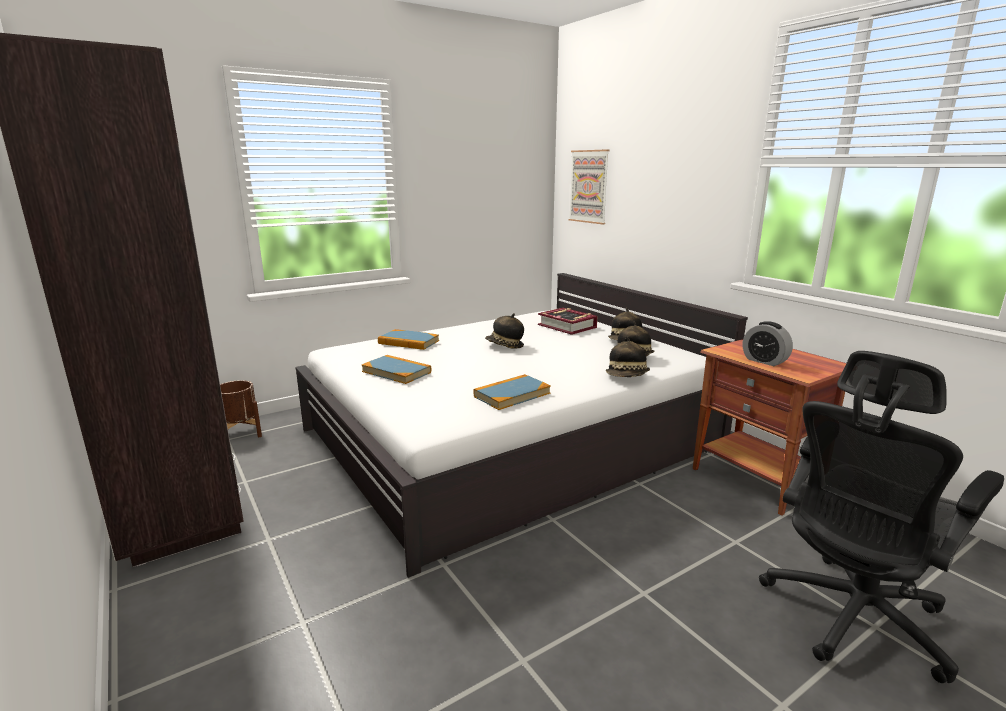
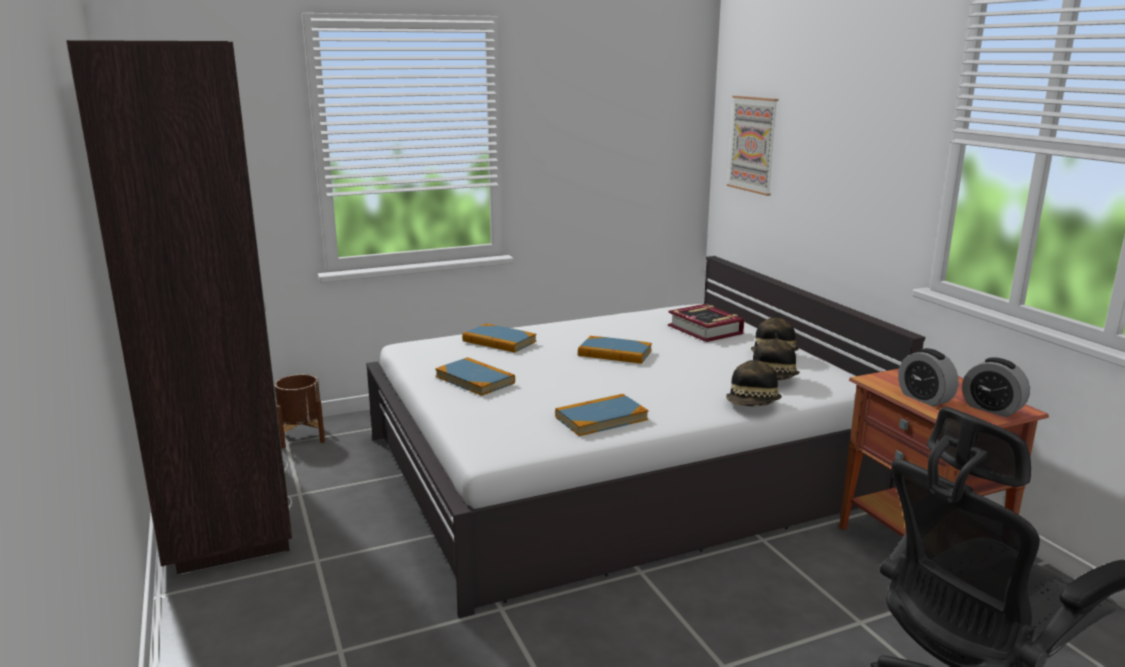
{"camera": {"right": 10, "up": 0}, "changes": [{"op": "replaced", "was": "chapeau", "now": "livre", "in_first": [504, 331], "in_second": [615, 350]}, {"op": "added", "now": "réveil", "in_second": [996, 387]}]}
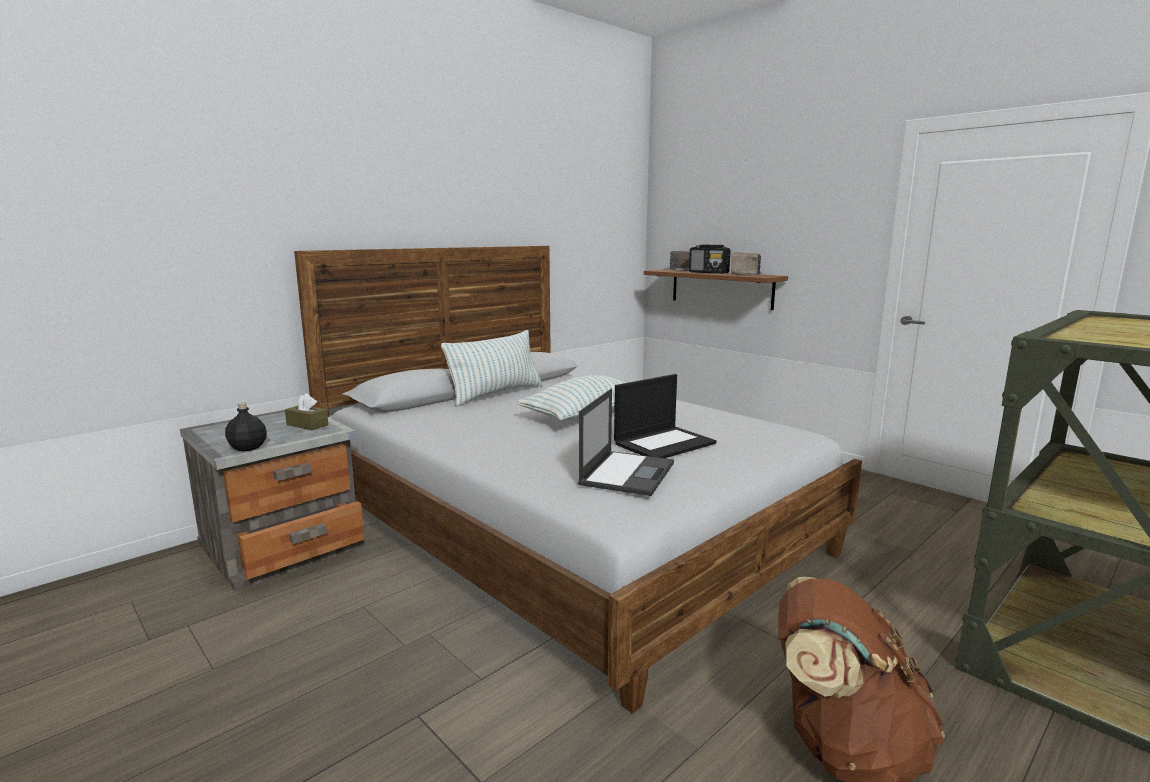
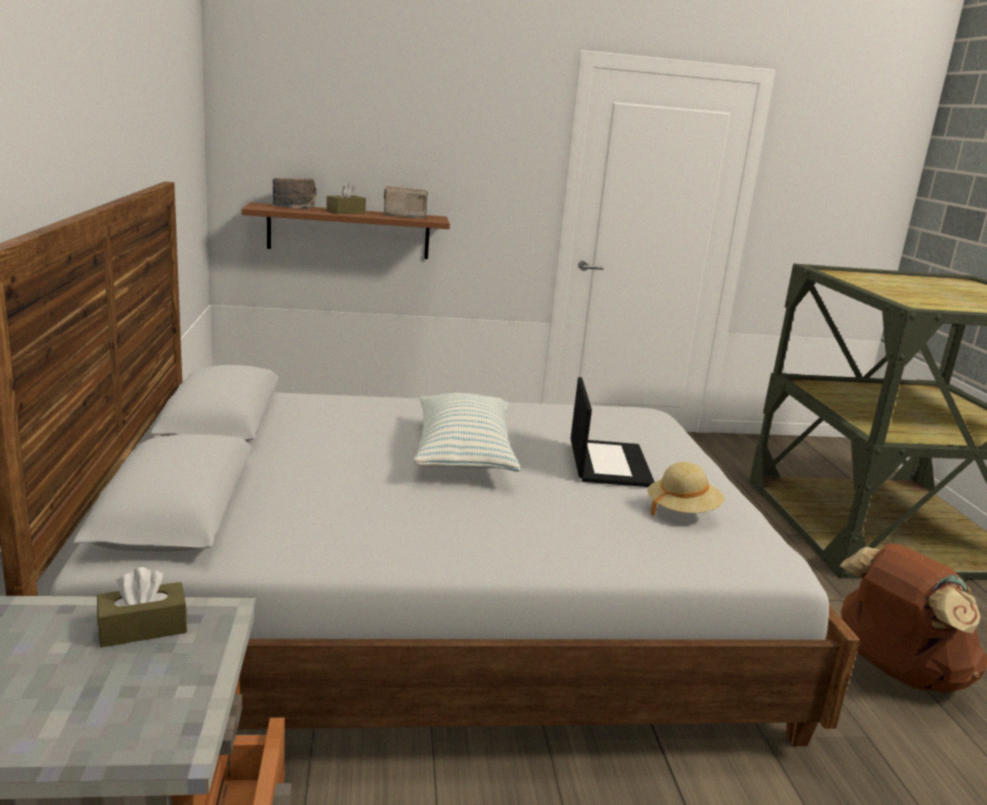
{"camera": {"right": -55, "up": 5}, "changes": [{"op": "replaced", "was": "radio", "now": "boîte à mouchoirs/marron", "in_first": [710, 259], "in_second": [346, 198]}, {"op": "replaced", "was": "ordinateur portable", "now": "chapeau/beige", "in_first": [626, 442], "in_second": [685, 489]}, {"op": "removed", "was": "bouteille/noir", "in_first": [246, 427]}, {"op": "removed", "was": "coussin", "in_first": [492, 368]}]}
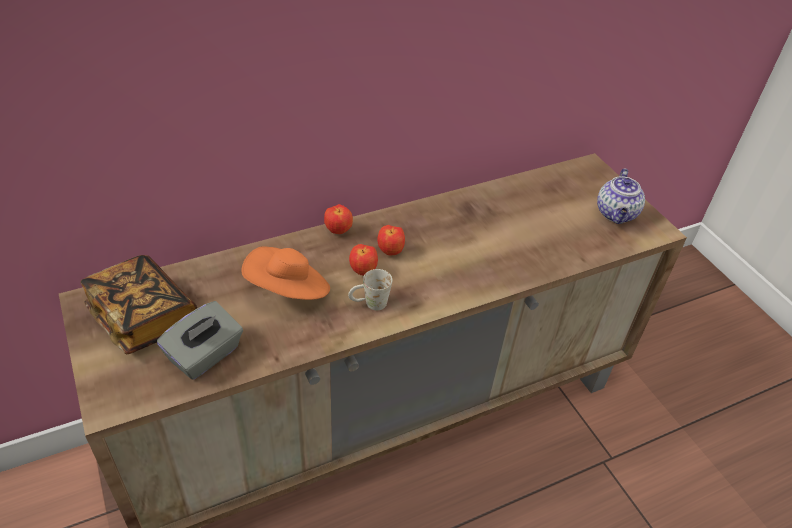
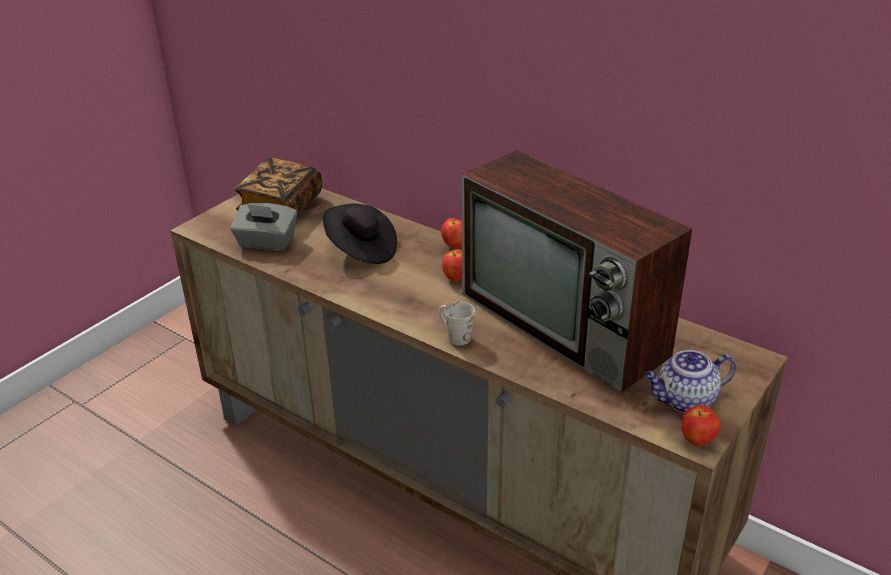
{"camera": {"right": 65, "up": -10}, "changes": [{"op": "recoloured", "was": "chapeau/orange", "now": "chapeau/noir", "in_first": [285, 273], "in_second": [360, 234]}, {"op": "moved", "was": "mug/blanc", "in_first": [370, 289], "in_second": [457, 323]}, {"op": "added", "now": "téléviseur", "in_second": [577, 271]}, {"op": "moved", "was": "pomme", "in_first": [363, 260], "in_second": [701, 426]}]}
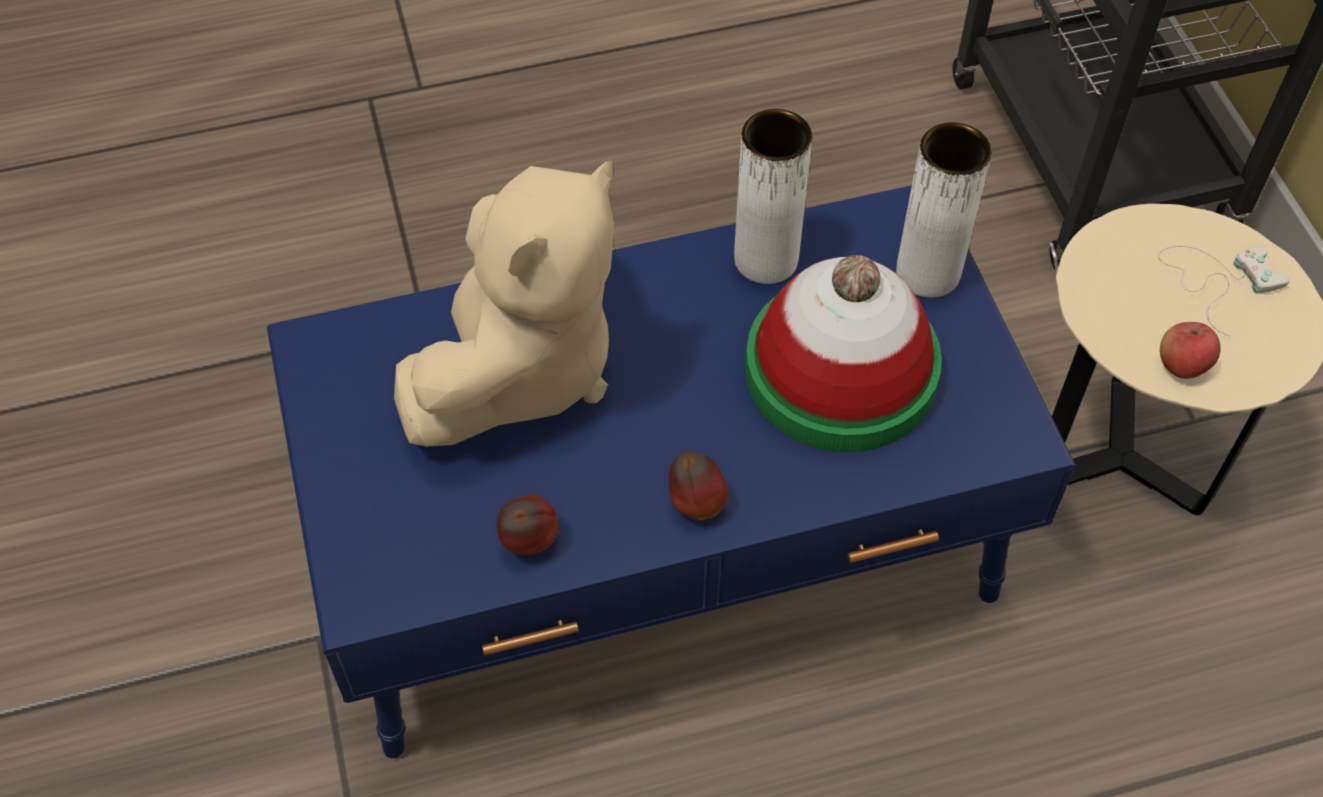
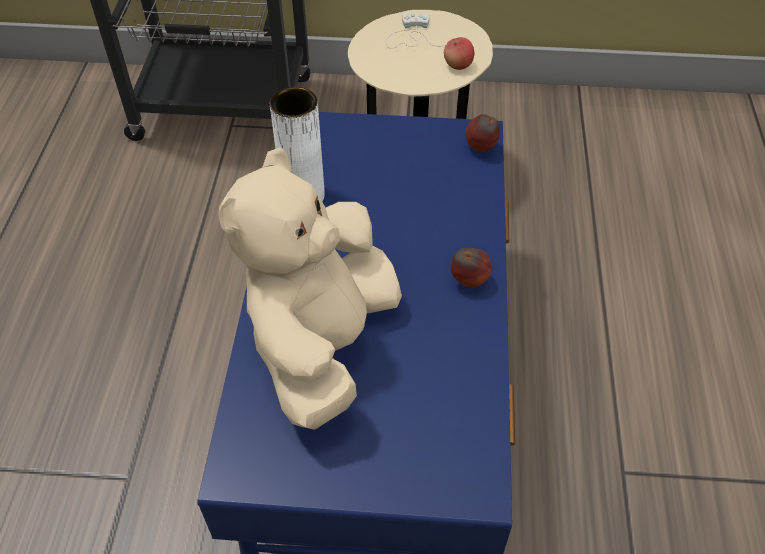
{"camera": {"right": -70, "up": -5}, "changes": [{"op": "turned", "was": "peluche/beige", "in_first": [504, 303], "in_second": [310, 288], "clockwise": -120}, {"op": "moved", "was": "pomme", "in_first": [528, 524], "in_second": [482, 132]}, {"op": "removed", "was": "chapeau", "in_first": [843, 354]}, {"op": "removed", "was": "vase/blanc", "in_first": [944, 210]}]}
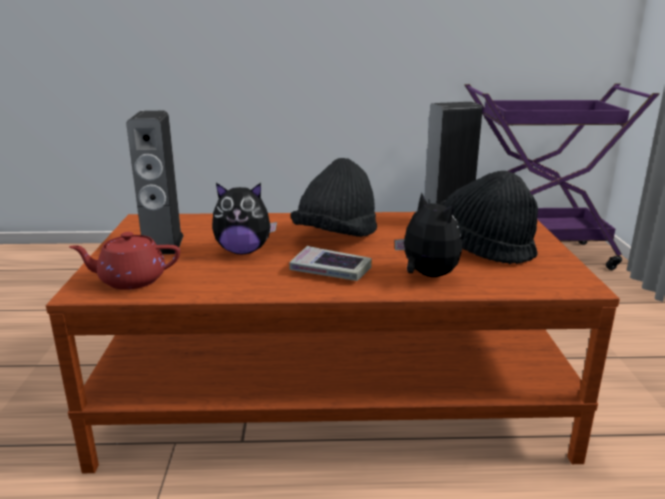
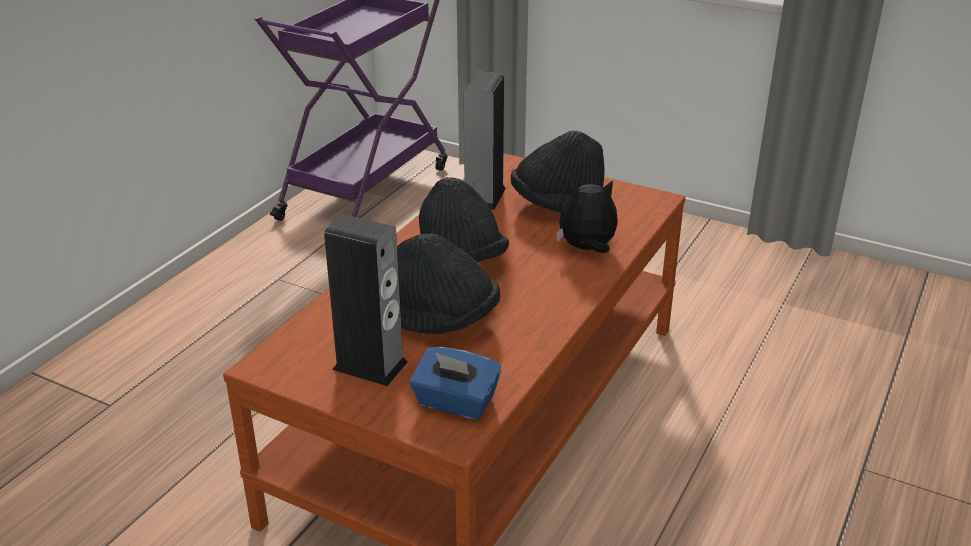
{"camera": {"right": -60, "up": 10}, "changes": [{"op": "replaced", "was": "peluche", "now": "chapeau/noir", "in_first": [244, 218], "in_second": [448, 284]}, {"op": "replaced", "was": "théière/rouge", "now": "boîte à mouchoirs/bleu", "in_first": [124, 261], "in_second": [455, 383]}, {"op": "removed", "was": "livre", "in_first": [330, 263]}]}
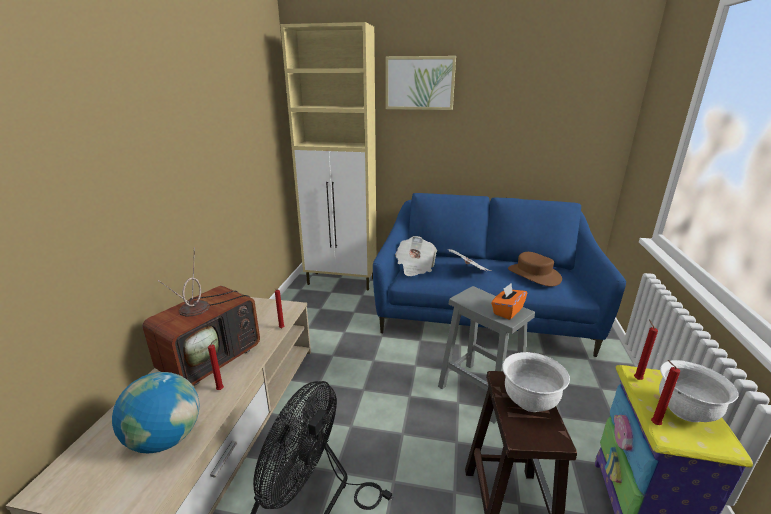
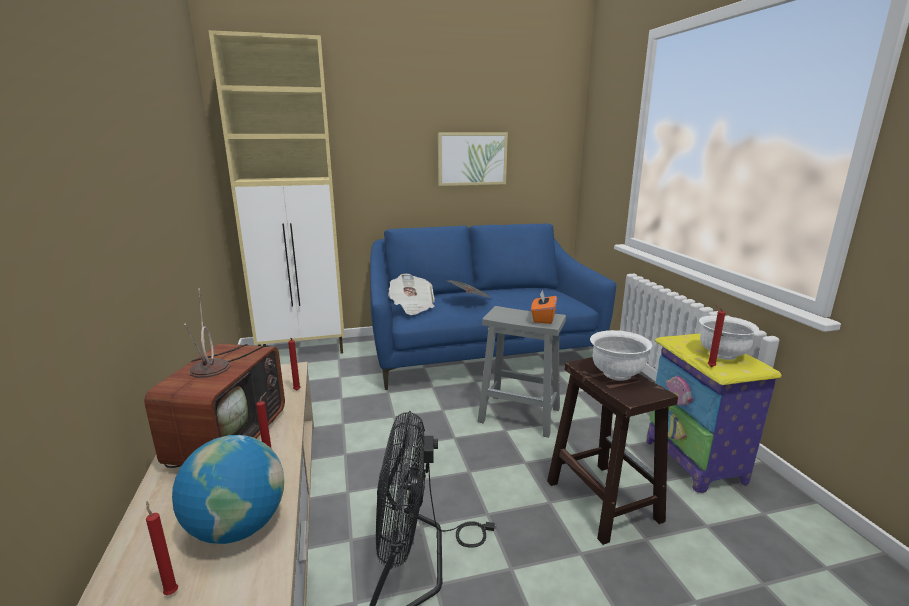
{"camera": {"right": -25, "up": -5}, "changes": [{"op": "moved", "was": "bougie/rouge", "in_first": [646, 349], "in_second": [162, 548]}, {"op": "moved", "was": "tableau", "in_first": [420, 83], "in_second": [473, 159]}, {"op": "removed", "was": "chapeau/marron", "in_first": [535, 269]}]}
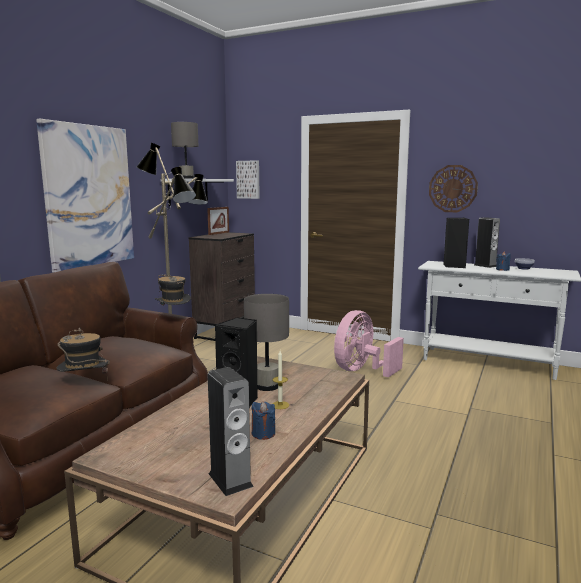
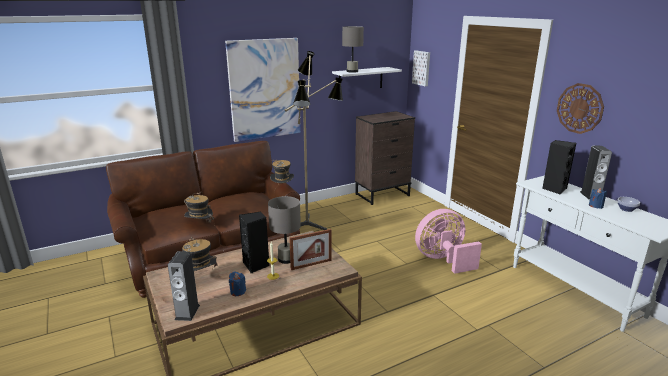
{"camera": {"right": 35, "up": 10}, "changes": [{"op": "added", "now": "chapeau", "in_second": [200, 254]}, {"op": "moved", "was": "cadre photo", "in_first": [218, 221], "in_second": [310, 249]}]}
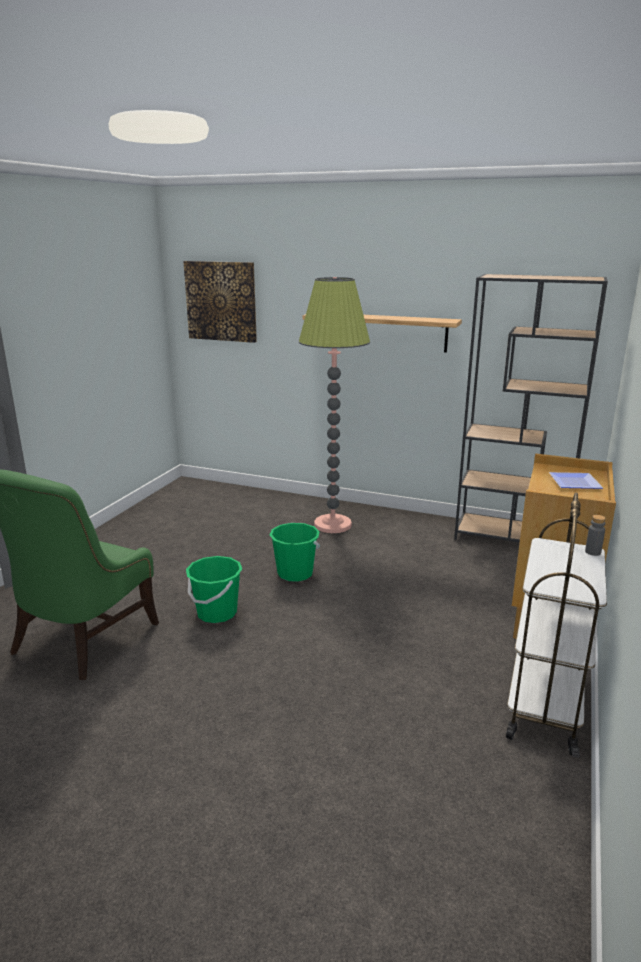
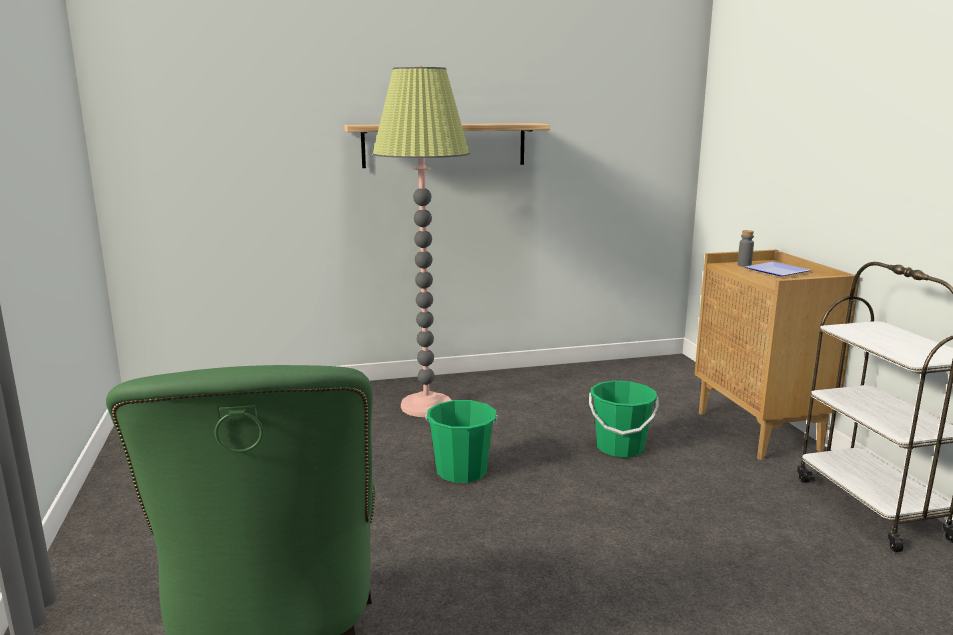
{"camera": {"right": -35, "up": -5}, "changes": [{"op": "moved", "was": "seau/vert", "in_first": [214, 589], "in_second": [623, 419]}, {"op": "moved", "was": "bouteille/gris", "in_first": [595, 535], "in_second": [745, 248]}, {"op": "removed", "was": "tableau", "in_first": [220, 302]}, {"op": "removed", "was": "bibliothèque", "in_first": [531, 408]}]}
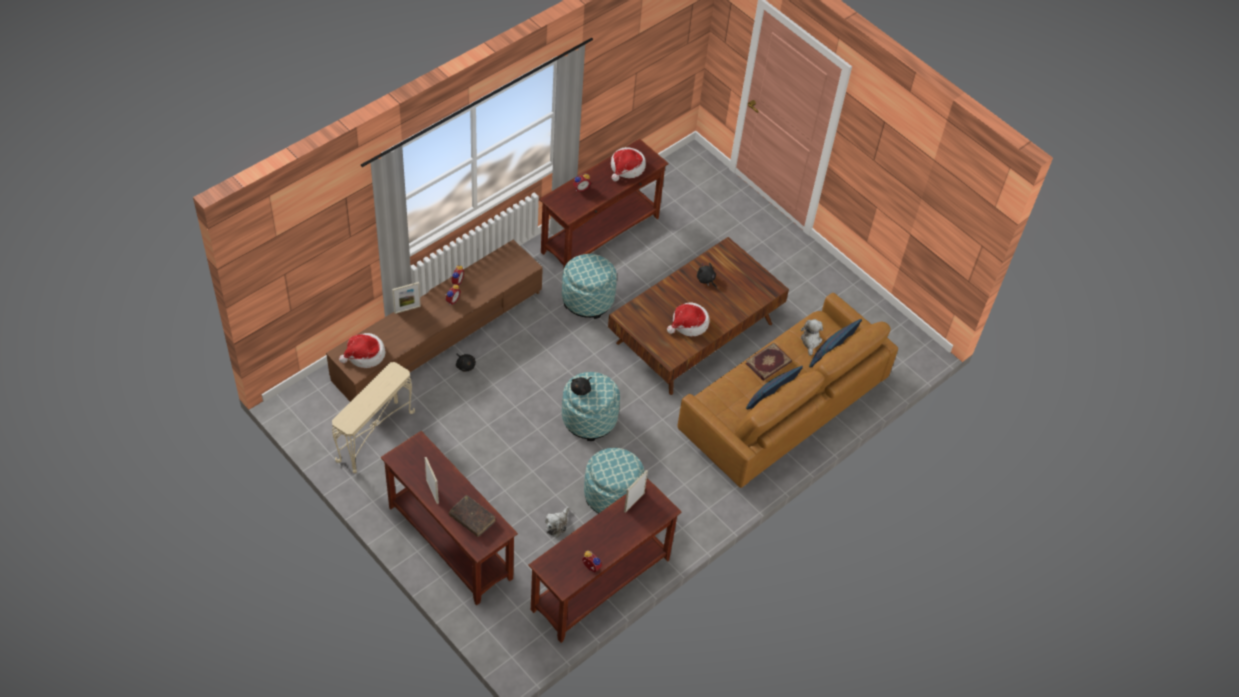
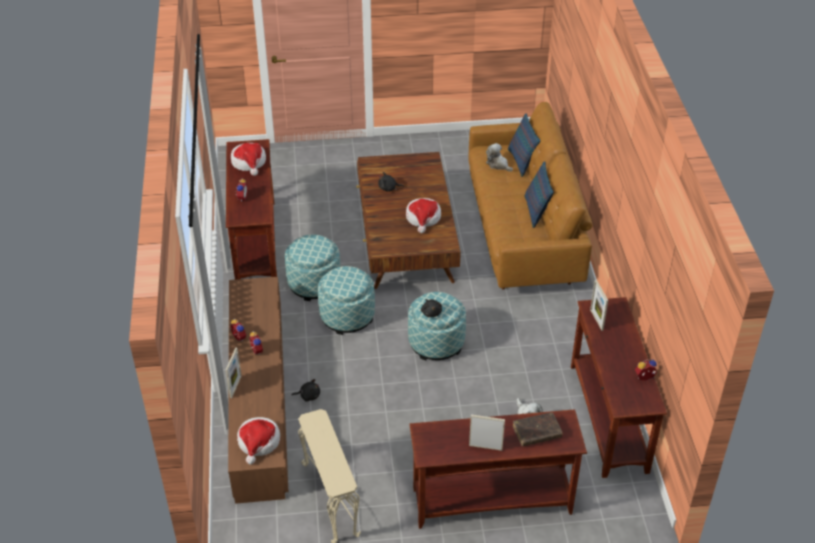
{"camera": {"right": -50, "up": -10}, "changes": [{"op": "moved", "was": "pouf", "in_first": [614, 481], "in_second": [346, 300]}, {"op": "removed", "was": "livre", "in_first": [768, 362]}]}
